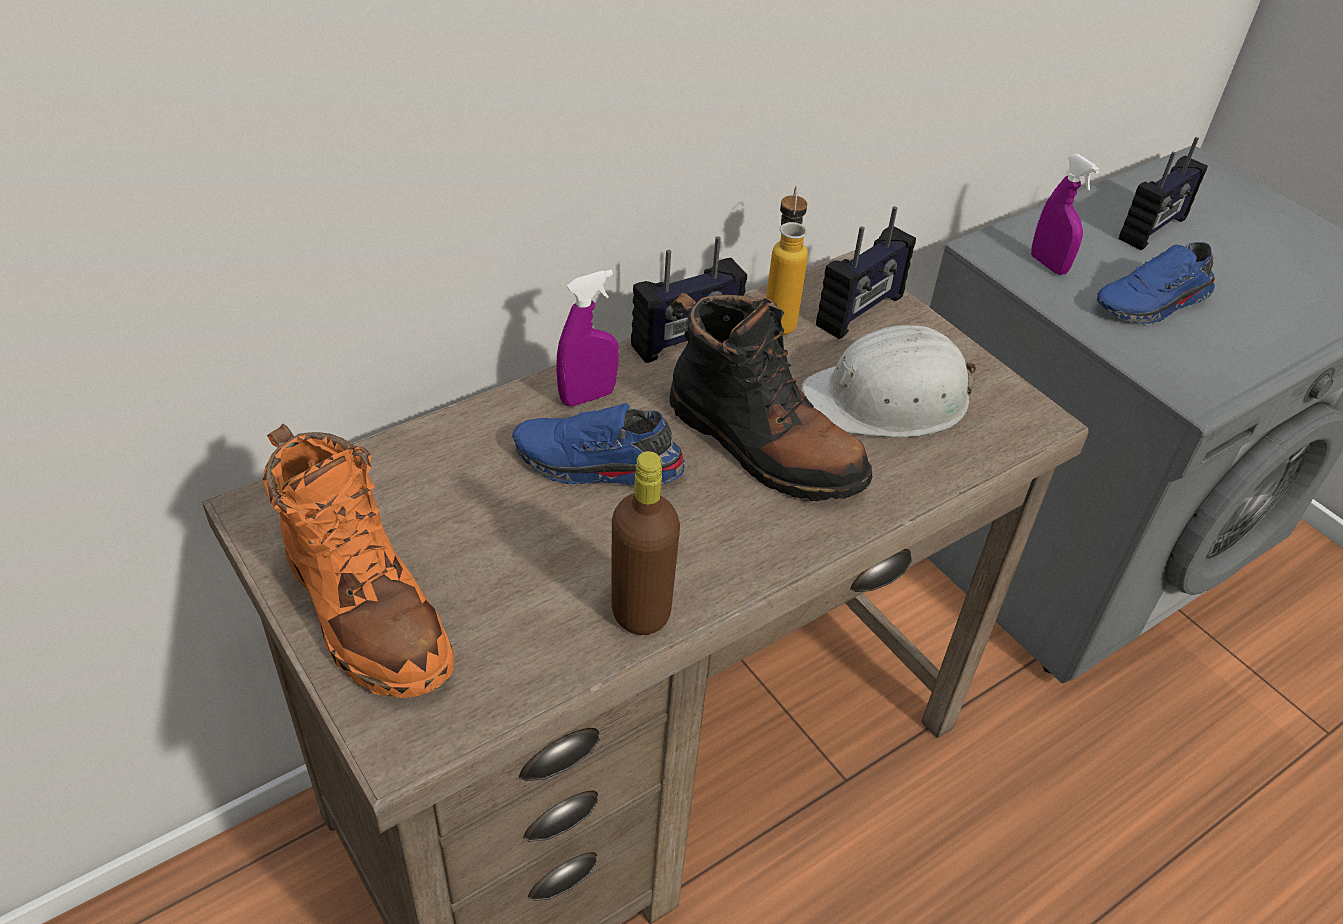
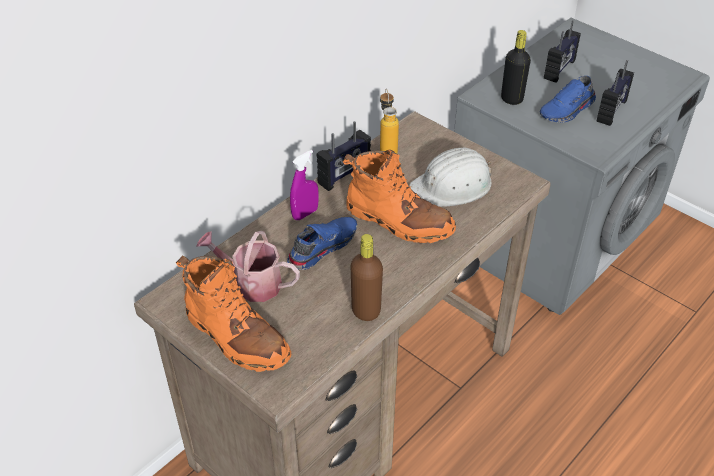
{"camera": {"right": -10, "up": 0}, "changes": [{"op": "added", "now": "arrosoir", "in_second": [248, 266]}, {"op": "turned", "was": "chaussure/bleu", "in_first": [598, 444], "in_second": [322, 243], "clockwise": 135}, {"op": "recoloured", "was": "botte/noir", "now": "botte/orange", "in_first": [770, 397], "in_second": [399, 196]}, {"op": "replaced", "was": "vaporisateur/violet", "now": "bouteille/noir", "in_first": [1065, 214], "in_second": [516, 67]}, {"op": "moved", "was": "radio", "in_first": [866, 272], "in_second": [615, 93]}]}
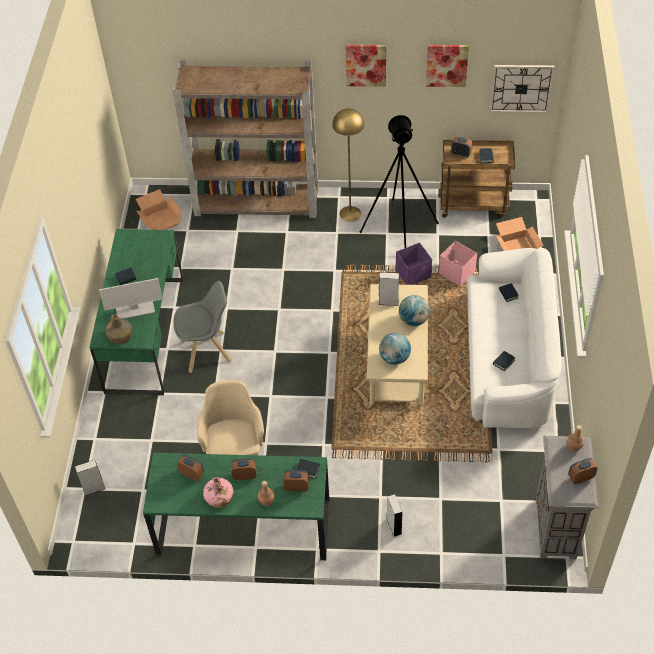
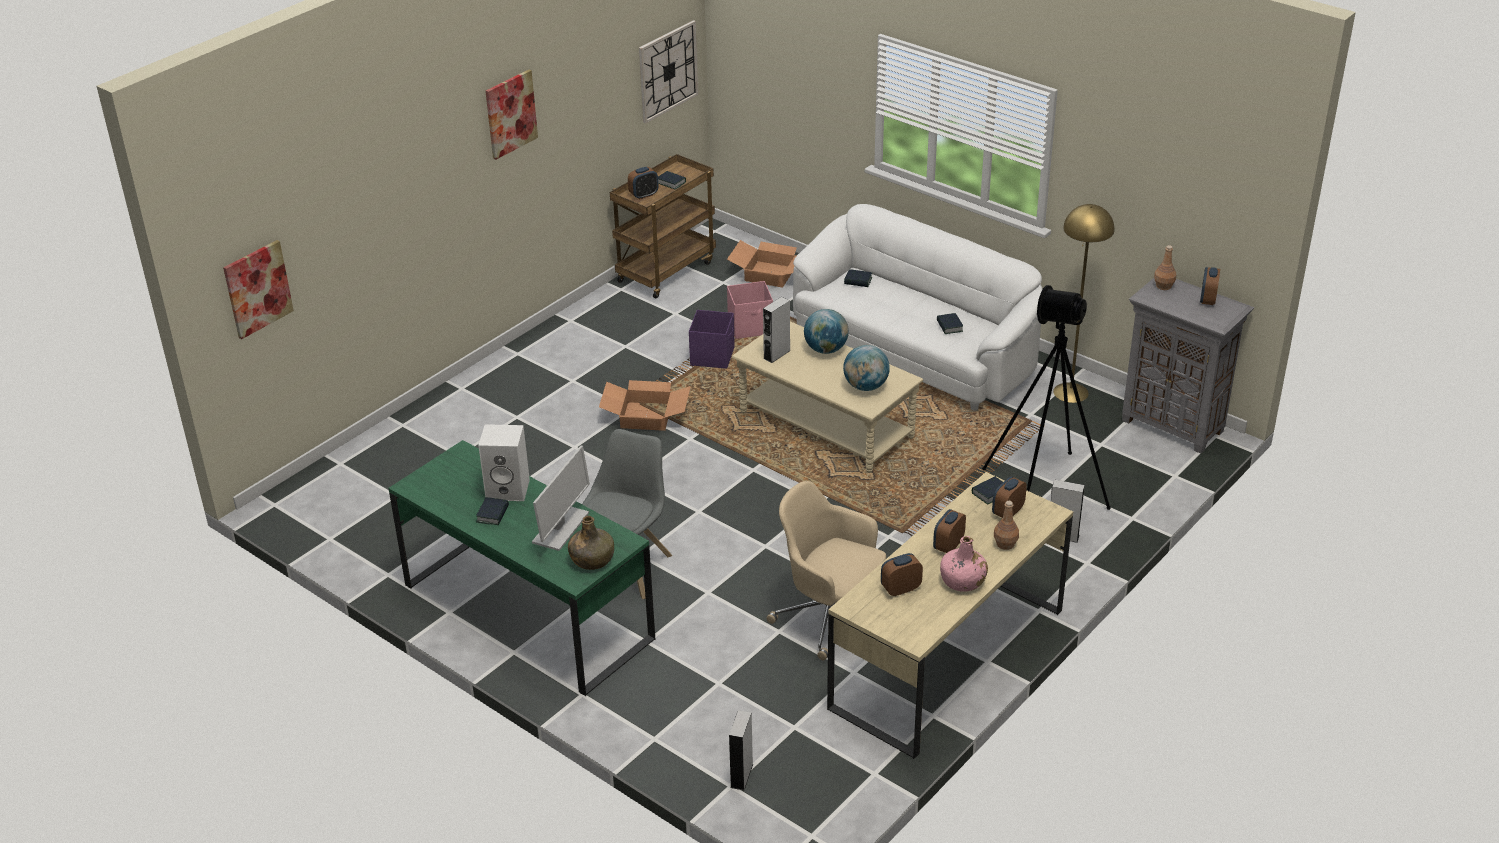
{"camera": {"right": -55, "up": -15}, "changes": [{"op": "moved", "was": "tableau", "in_first": [447, 66], "in_second": [258, 289]}, {"op": "added", "now": "enceinte/blanc", "in_second": [504, 462]}, {"op": "moved", "was": "carton", "in_first": [159, 209], "in_second": [645, 405]}, {"op": "recoloured", "was": "bureau/vert", "now": "bureau/beige", "in_first": [236, 506], "in_second": [950, 615]}, {"op": "moved", "was": "lampadaire/noir", "in_first": [399, 181], "in_second": [1046, 397]}, {"op": "moved", "was": "lampadaire/jaune", "in_first": [348, 165], "in_second": [1083, 303]}, {"op": "removed", "was": "bibliothèque/marron", "in_first": [245, 139]}]}
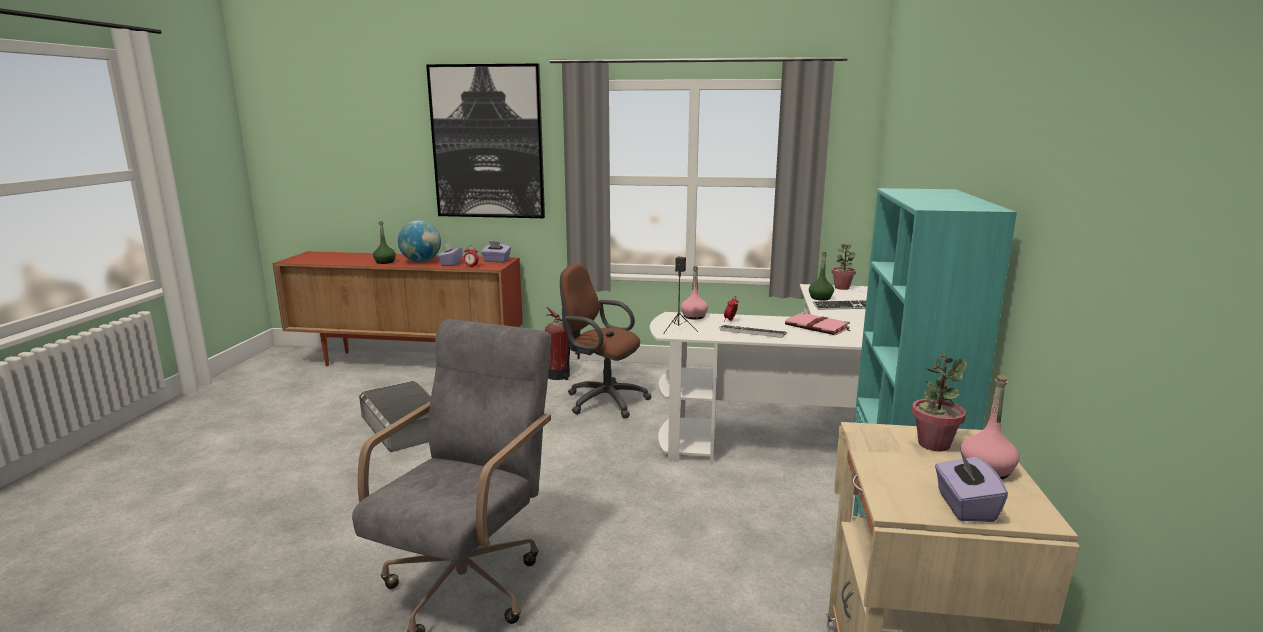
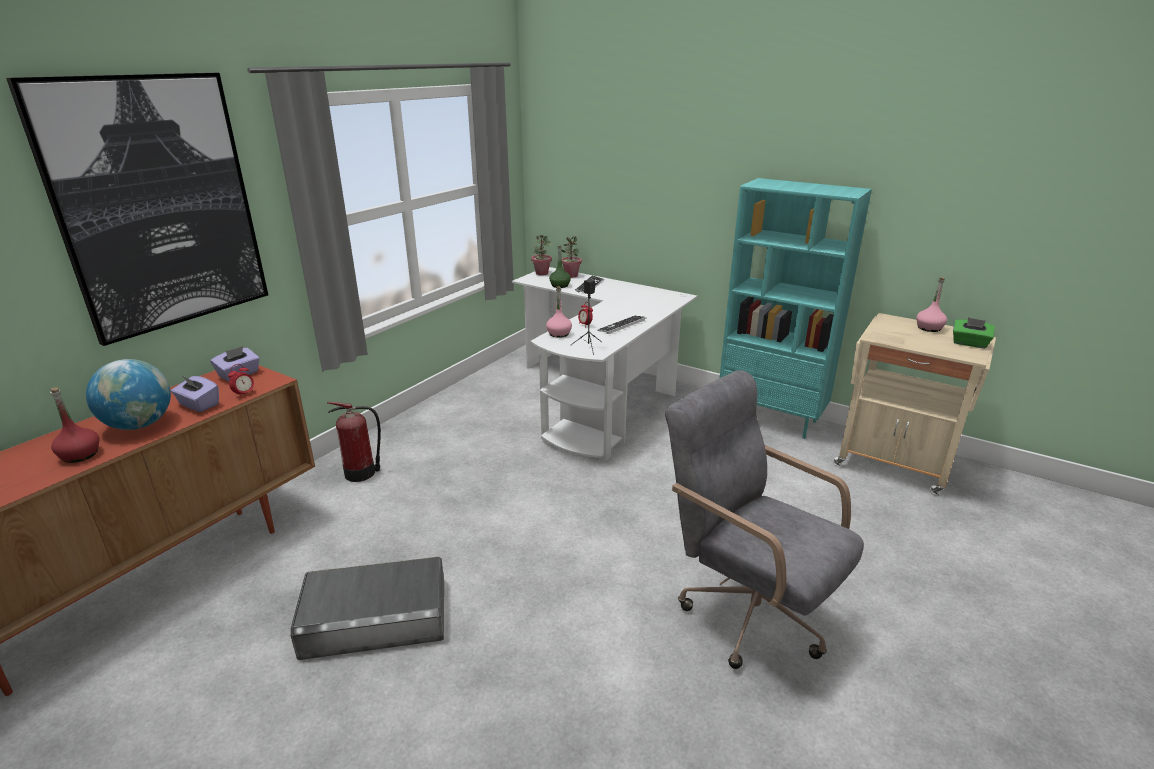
{"camera": {"right": -65, "up": 10}, "changes": [{"op": "recoloured", "was": "bouteille/vert", "now": "bouteille/rouge", "in_first": [384, 242], "in_second": [75, 425]}, {"op": "moved", "was": "plante en pot", "in_first": [939, 402], "in_second": [571, 257]}, {"op": "recoloured", "was": "boîte à mouchoirs/violet", "now": "boîte à mouchoirs/vert", "in_first": [971, 486], "in_second": [974, 332]}, {"op": "removed", "was": "chaise de bureau/marron", "in_first": [606, 341]}, {"op": "removed", "was": "livre/rose", "in_first": [818, 323]}]}
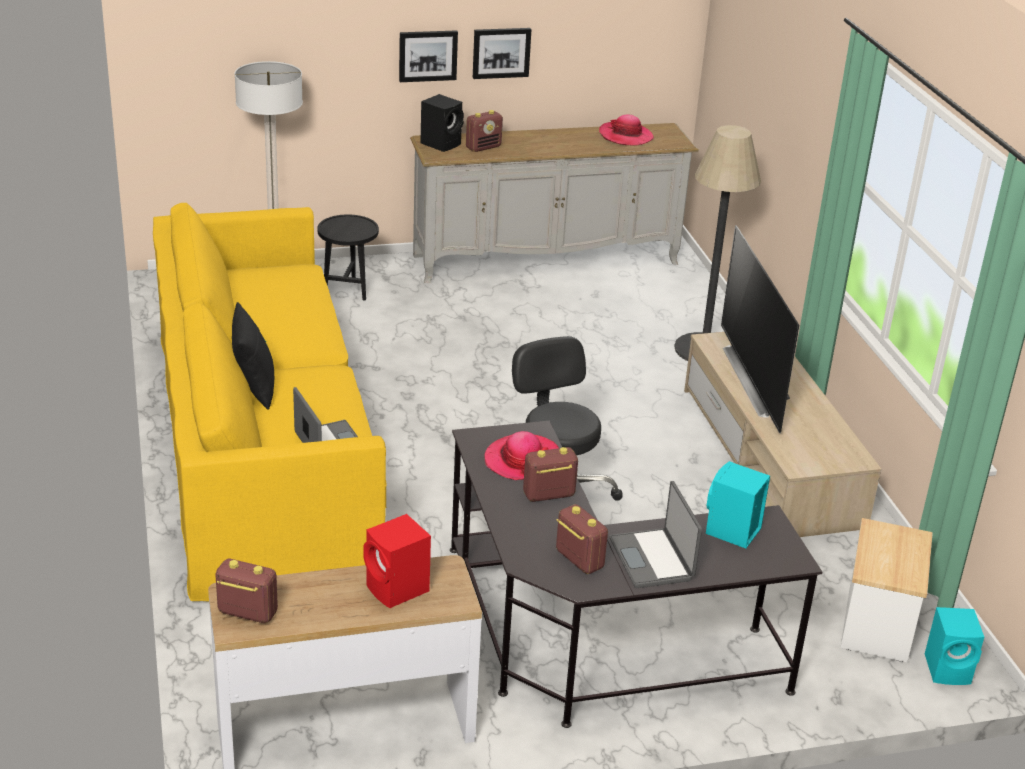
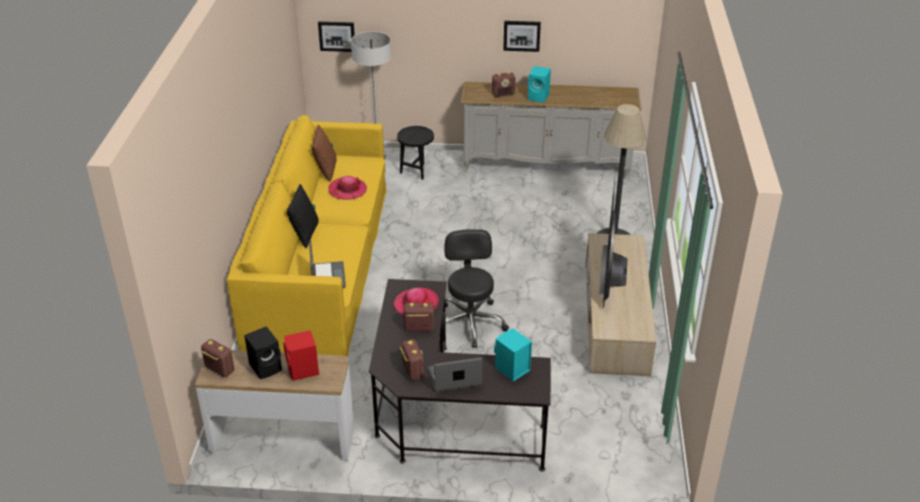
{"camera": {"right": 20, "up": 5}, "changes": [{"op": "moved", "was": "enceinte/noir", "in_first": [442, 123], "in_second": [263, 352]}, {"op": "added", "now": "coussin/marron", "in_second": [324, 153]}, {"op": "moved", "was": "tableau", "in_first": [428, 56], "in_second": [336, 36]}, {"op": "moved", "was": "chapeau", "in_first": [626, 129], "in_second": [347, 188]}, {"op": "turned", "was": "ordinateur portable", "in_first": [655, 534], "in_second": [455, 374], "clockwise": 75}, {"op": "moved", "was": "enceinte/turquoise", "in_first": [954, 646], "in_second": [539, 84]}, {"op": "removed", "was": "table d'appoint", "in_first": [887, 590]}]}
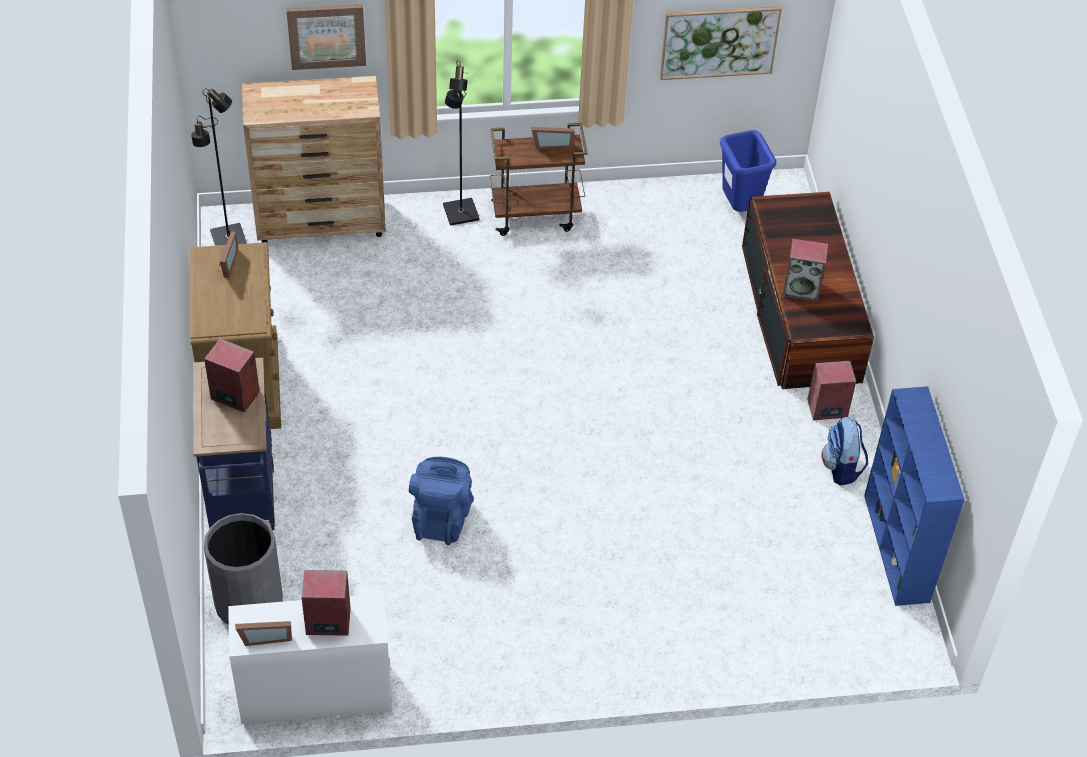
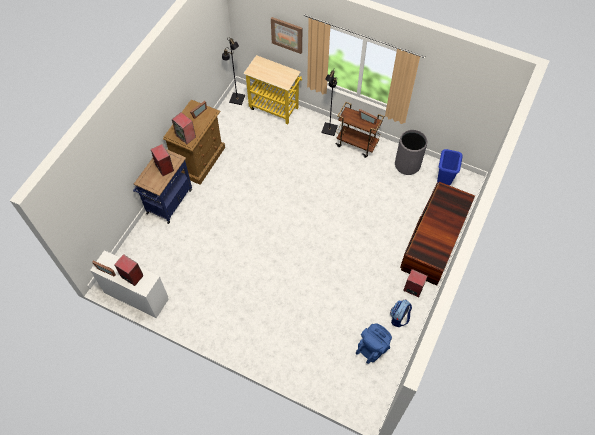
{"camera": {"right": 35, "up": 10}, "changes": [{"op": "moved", "was": "enceinte", "in_first": [805, 270], "in_second": [184, 128]}, {"op": "replaced", "was": "commode/marron", "now": "chariot/jaune", "in_first": [314, 159], "in_second": [273, 89]}, {"op": "moved", "was": "sac à dos/bleu", "in_first": [441, 501], "in_second": [374, 343]}, {"op": "moved", "was": "poubelle/gris", "in_first": [243, 569], "in_second": [411, 152]}, {"op": "removed", "was": "tableau", "in_first": [721, 43]}, {"op": "removed", "was": "bibliothèque/bleu", "in_first": [914, 496]}]}
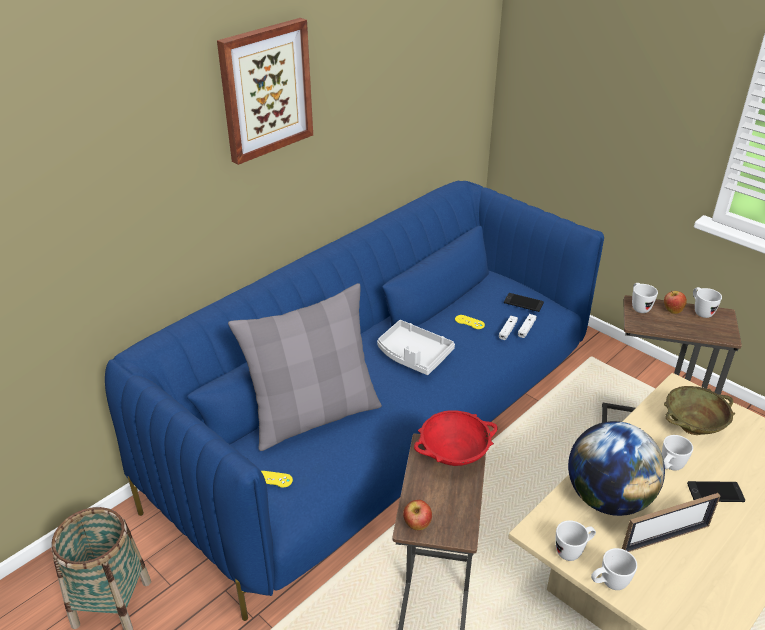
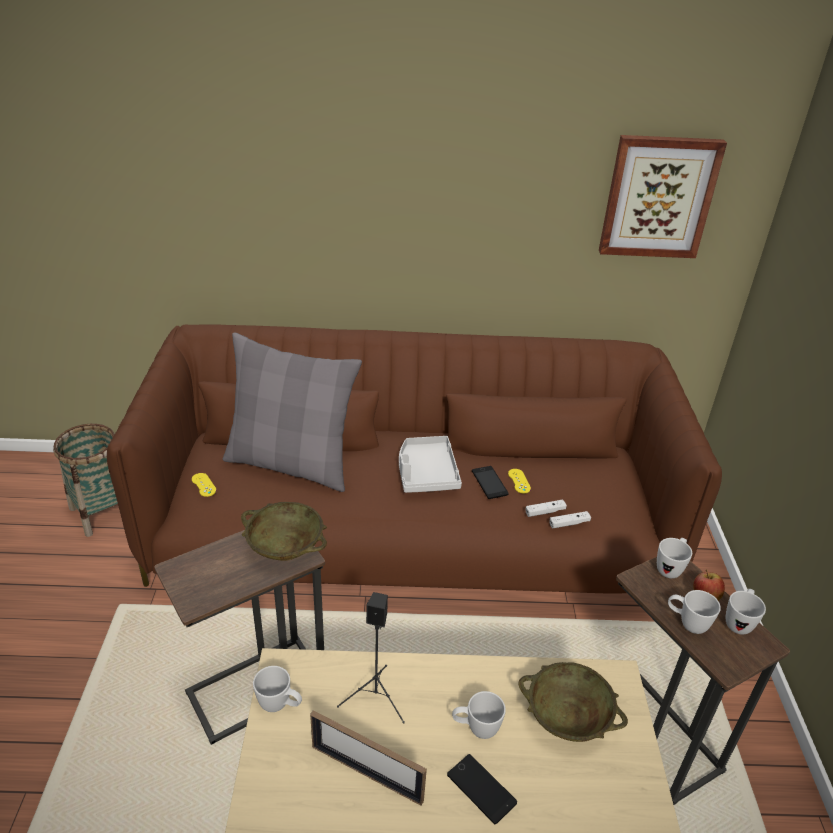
{"camera": {"right": 45, "up": 0}, "changes": [{"op": "recoloured", "was": "canapé/bleu", "now": "canapé/marron", "in_first": [354, 401], "in_second": [414, 459]}, {"op": "recoloured", "was": "bol/rouge", "now": "bol/beige", "in_first": [455, 438], "in_second": [284, 531]}, {"op": "replaced", "was": "globe", "now": "enceinte/noir", "in_first": [616, 468], "in_second": [371, 657]}, {"op": "moved", "was": "téléphone", "in_first": [524, 302], "in_second": [490, 482]}, {"op": "moved", "was": "tableau", "in_first": [265, 91], "in_second": [663, 196]}, {"op": "moved", "was": "mug/blanc", "in_first": [614, 569], "in_second": [694, 612]}, {"op": "removed", "was": "pomme", "in_first": [417, 515]}]}
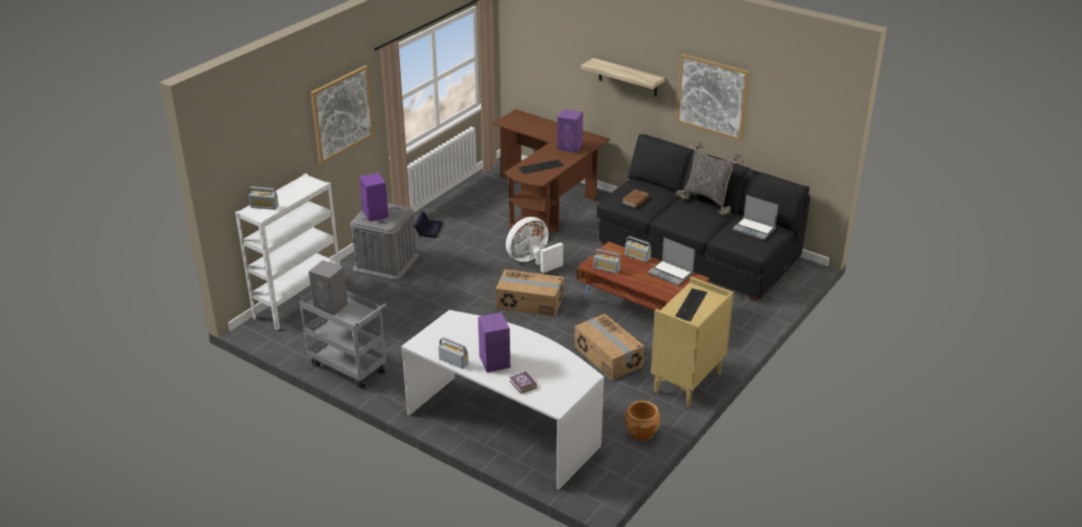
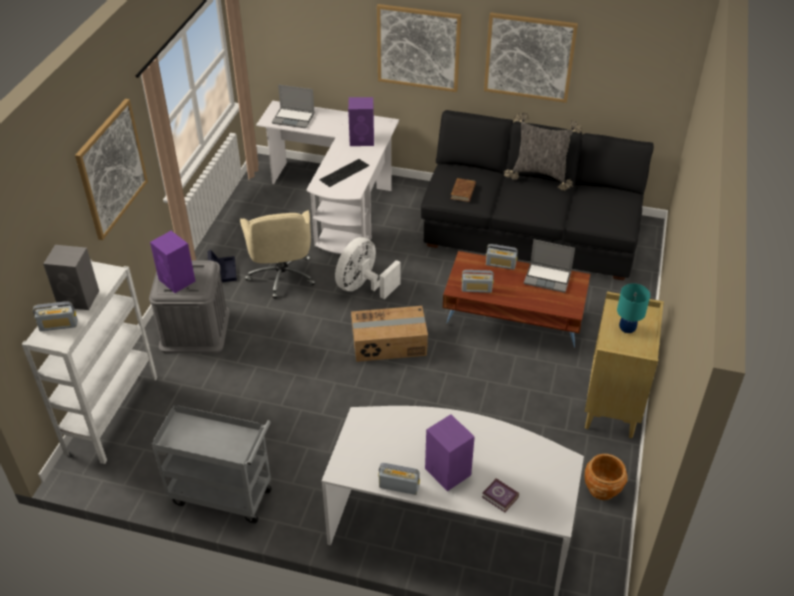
{"camera": {"right": -20, "up": 10}, "changes": [{"op": "moved", "was": "enceinte/gris", "in_first": [328, 288], "in_second": [71, 277]}, {"op": "added", "now": "chaise de bureau/beige", "in_second": [277, 254]}, {"op": "recoloured", "was": "bureau/marron", "now": "bureau/blanc", "in_first": [551, 174], "in_second": [327, 178]}, {"op": "moved", "was": "ordinateur portable", "in_first": [755, 217], "in_second": [293, 106]}, {"op": "replaced", "was": "étagère", "now": "tableau", "in_first": [623, 77], "in_second": [419, 48]}, {"op": "replaced", "was": "clavier", "now": "lampe de table/turquoise", "in_first": [691, 305], "in_second": [633, 308]}, {"op": "removed", "was": "carton", "in_first": [609, 347]}]}
